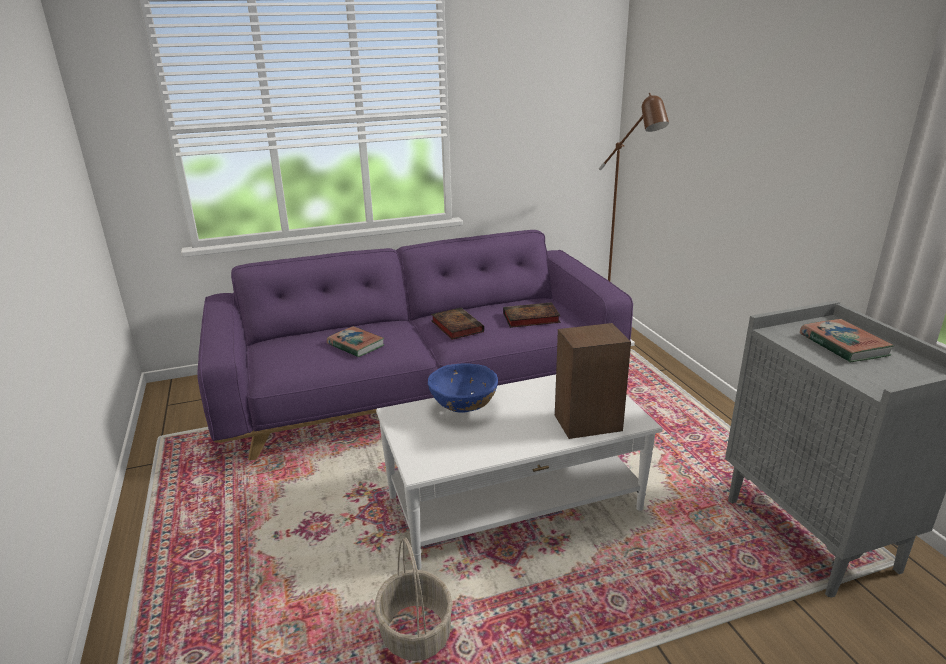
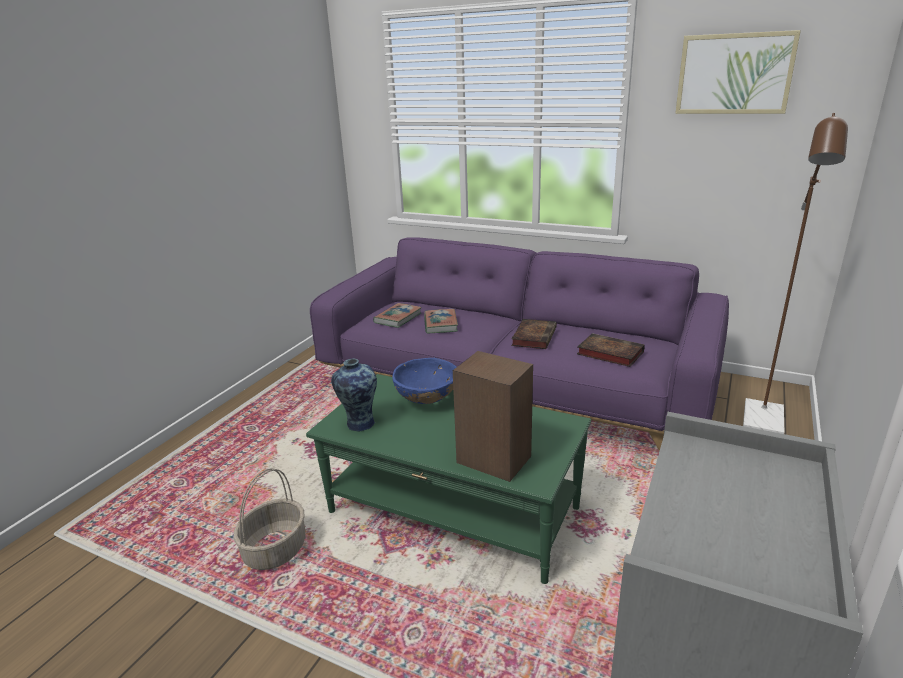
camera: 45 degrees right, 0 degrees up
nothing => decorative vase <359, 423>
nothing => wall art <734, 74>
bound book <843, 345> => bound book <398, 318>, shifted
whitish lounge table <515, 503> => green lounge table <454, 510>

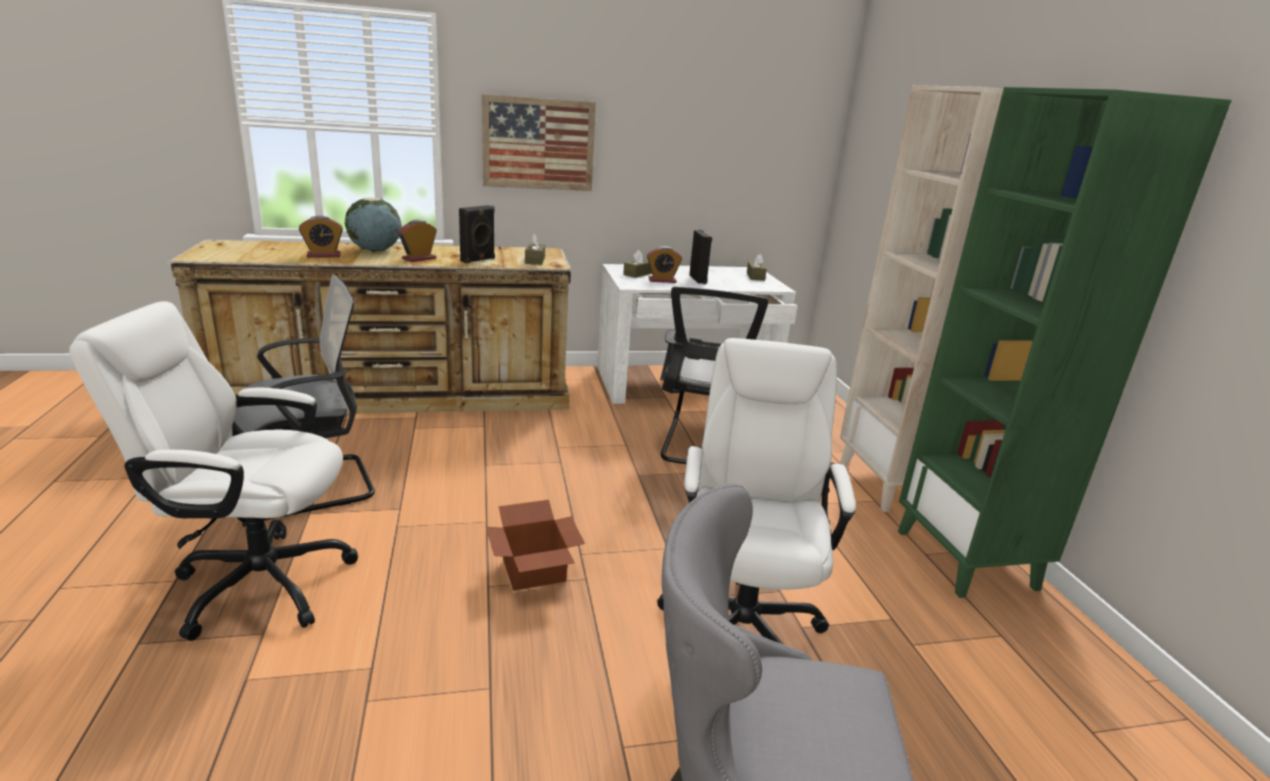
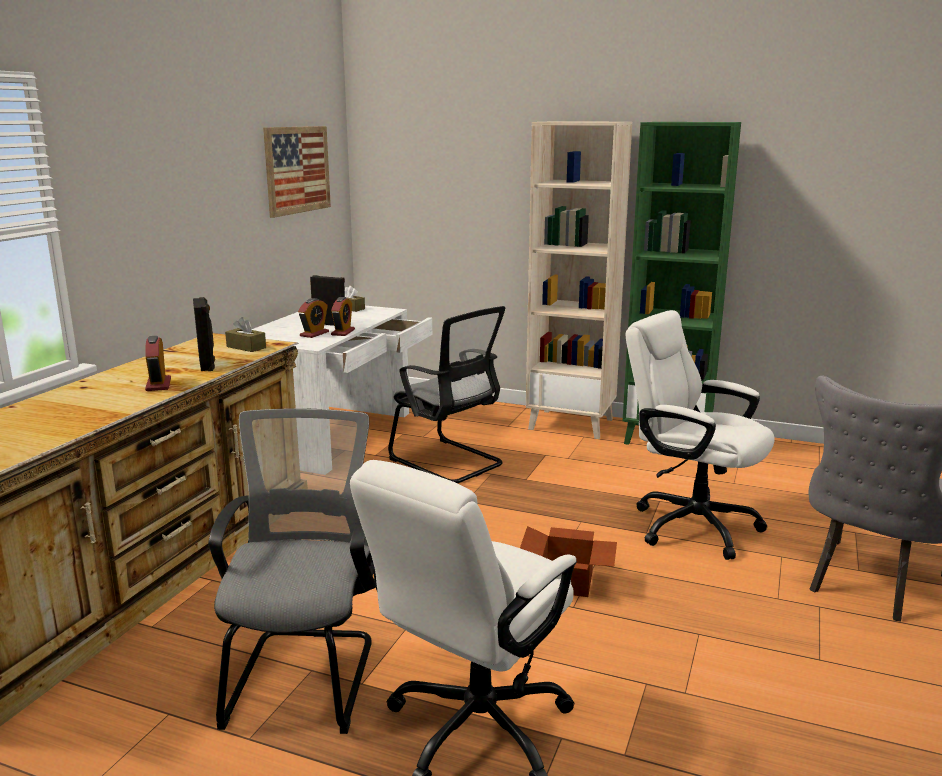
camera: 55 degrees left, 5 degrees down
globe <375, 251> => nothing
brown box of tissues <637, 274> => nothing
bedside clock <323, 255> => bedside clock <343, 332>, shifted
wall art <538, 144> => wall art <297, 170>, shifted

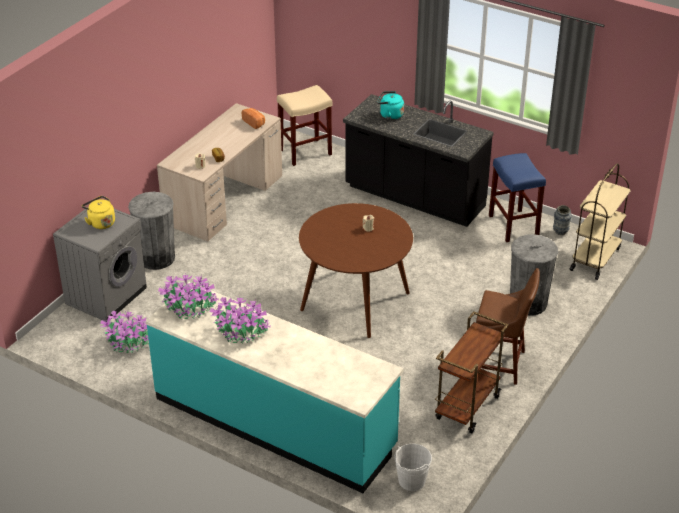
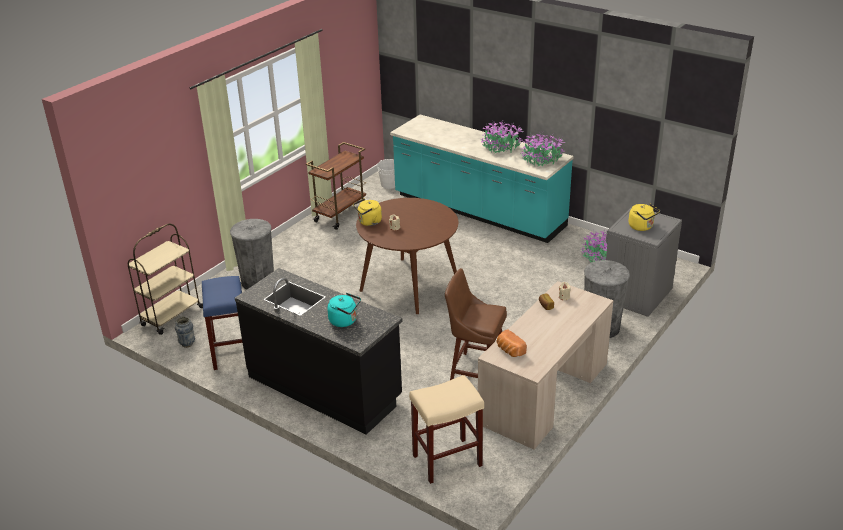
camera: 175 degrees left, 5 degrees down
nothing => yellowish water kettle <368, 222>
brown upright chair <501, 364> => brown upright chair <475, 370>, shifted

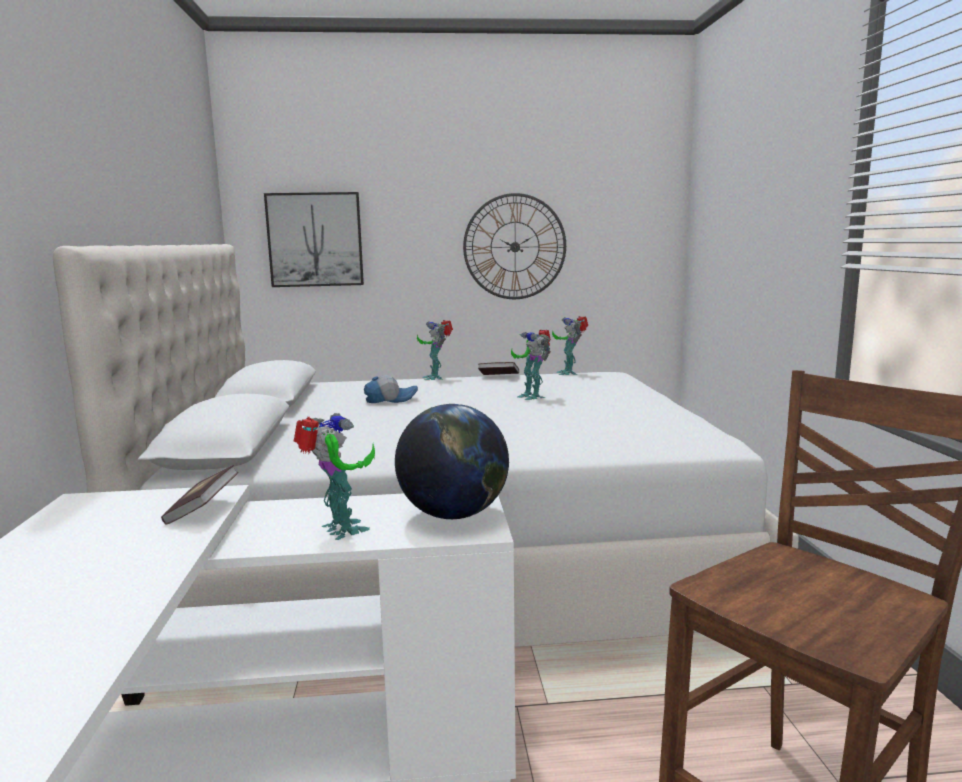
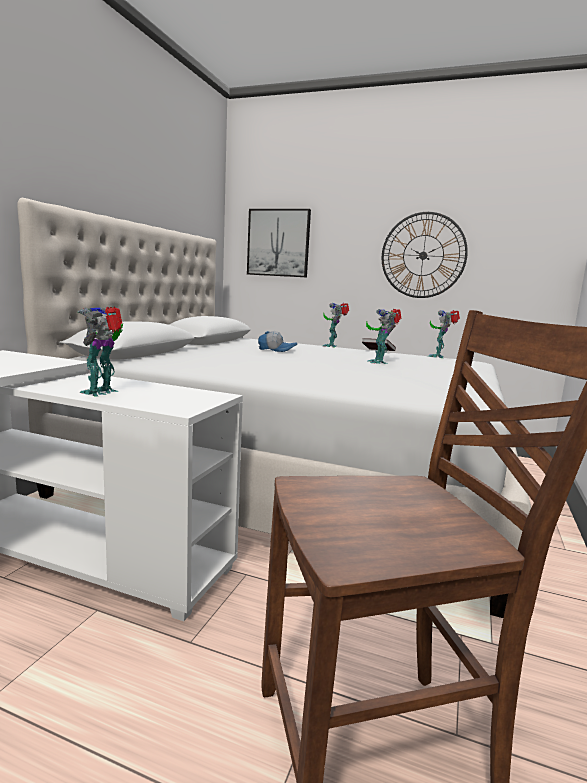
camera: 25 degrees right, 0 degrees up
bound book <202, 510> => nothing
globe <454, 515> => nothing
model robot <340, 530> => model robot <102, 392>, 150 degrees counterclockwise

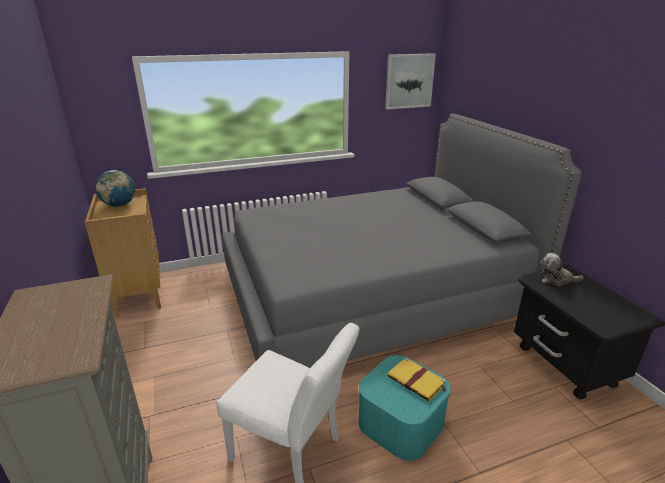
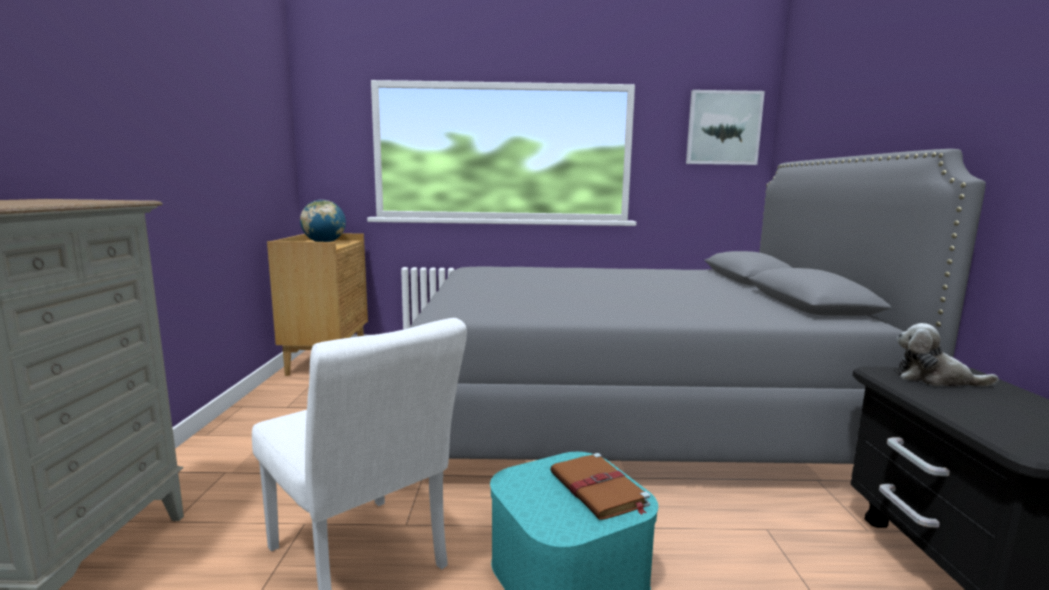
camera: 20 degrees right, 15 degrees down
yellowish bound book <417, 381> => brown bound book <599, 490>

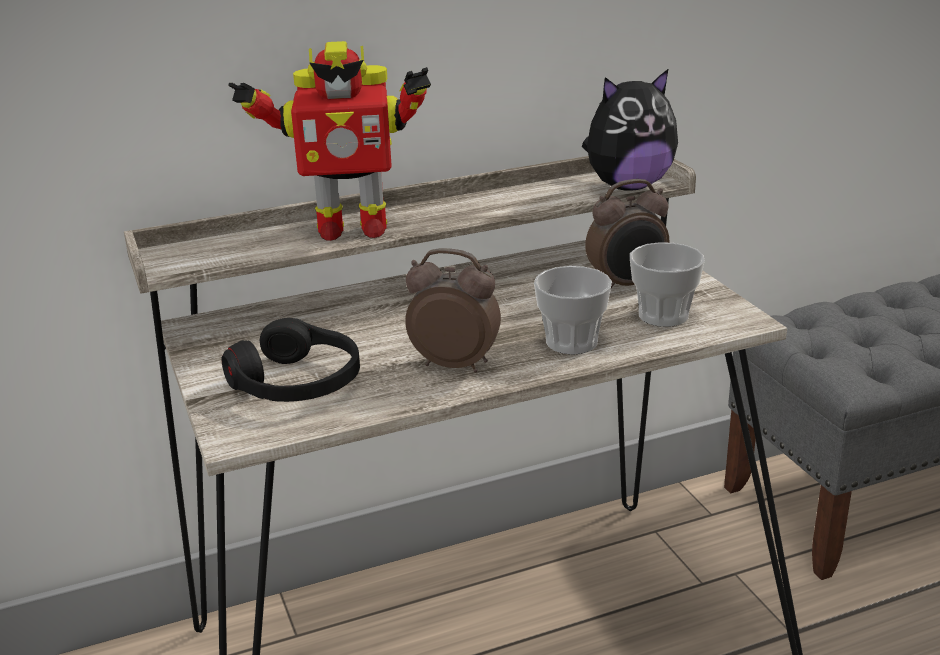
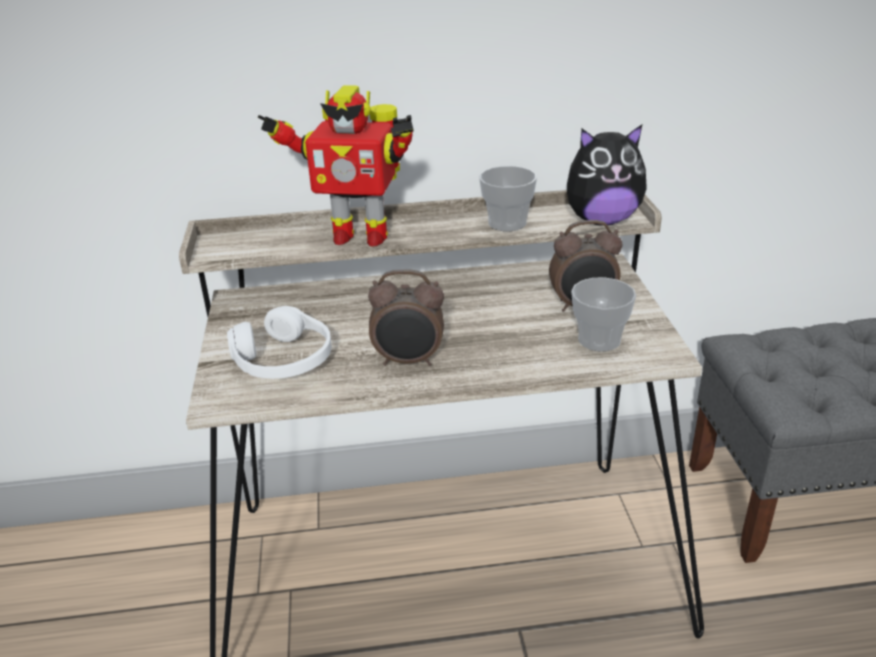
camera: 15 degrees right, 5 degrees up
cup <571, 342> => cup <507, 223>, shifted
black headphones <297, 383> => whitish headphones <284, 360>
bedside clock <455, 364> => bedside clock <409, 361>, 150 degrees clockwise

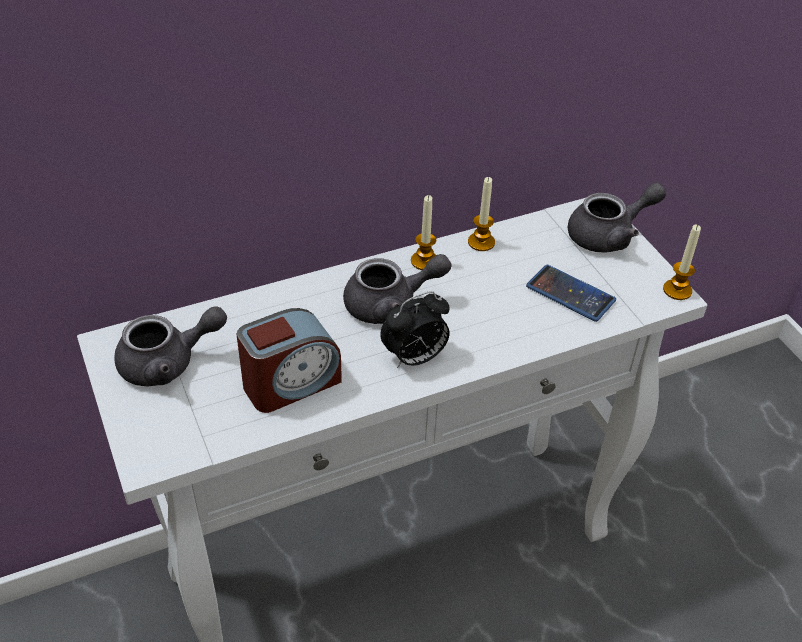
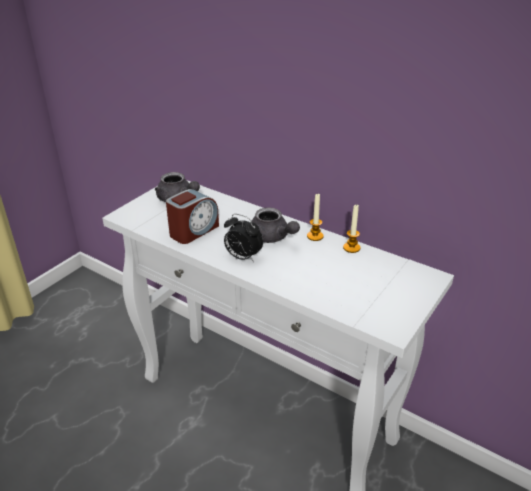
camera: 60 degrees right, 10 degrees down
phone <570, 294> => nothing
greyish tea pot <609, 235> => nothing
wax light <677, 290> => nothing
bedside clock <291, 383> => bedside clock <193, 231>, 75 degrees counterclockwise

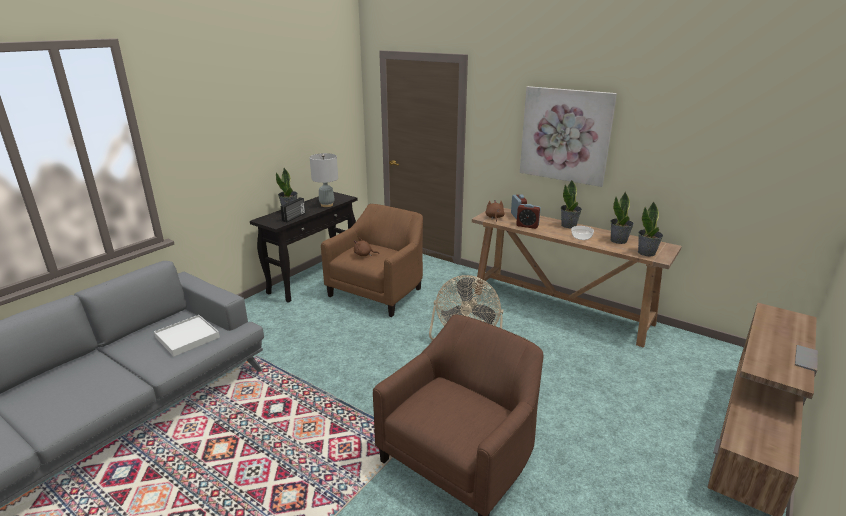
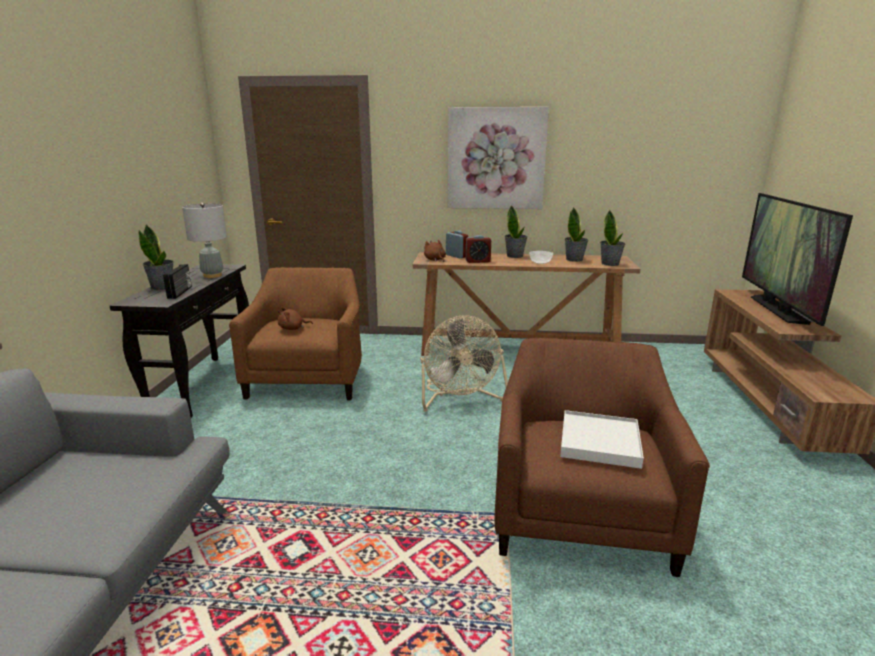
camera: 30 degrees left, 5 degrees down
nothing => TV set <777, 309>
whitish carrying tray <187, 337> => whitish carrying tray <600, 442>, shifted

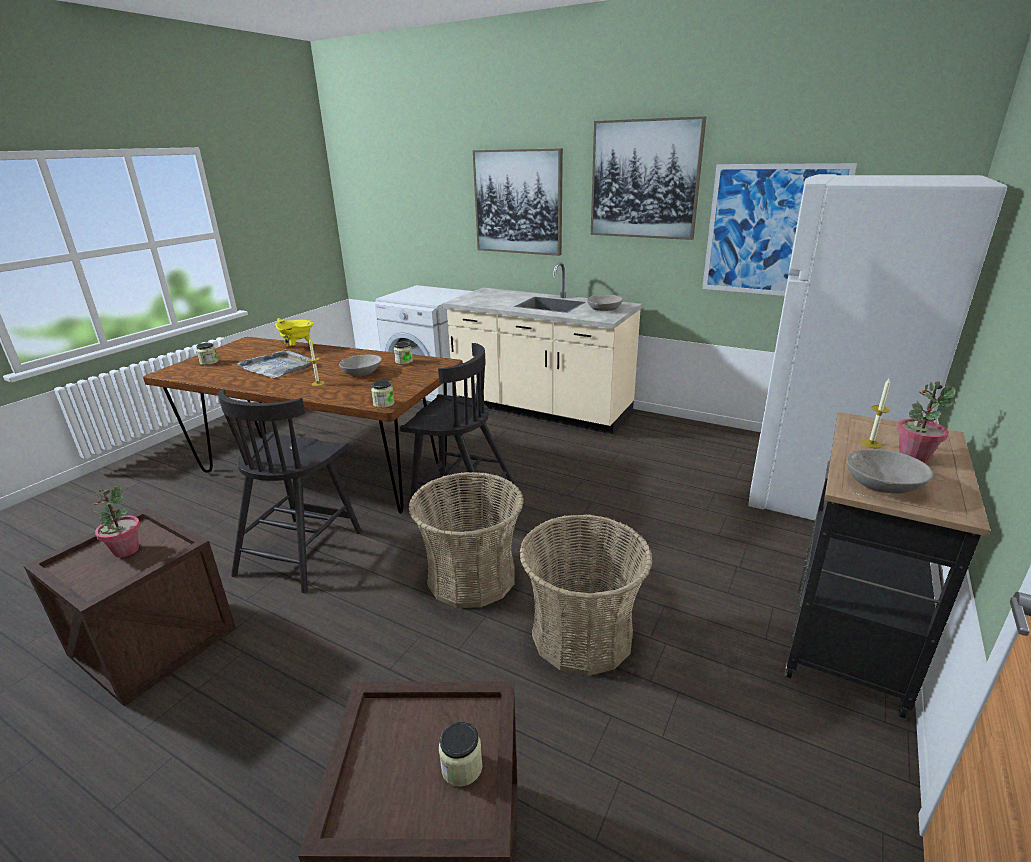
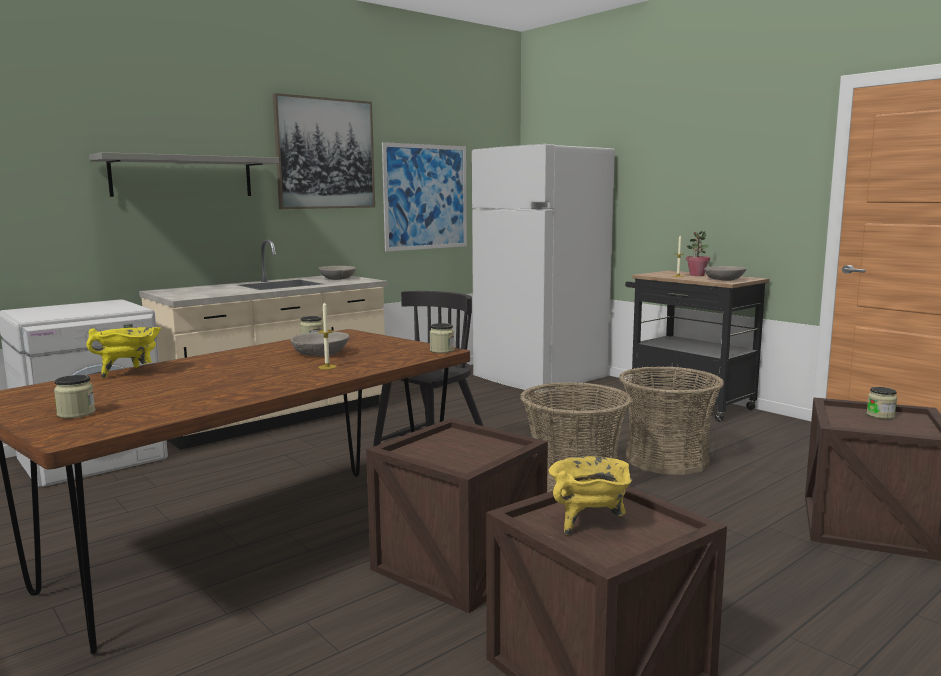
camera: 70 degrees left, 15 degrees down
greyish carrying tray <278, 367> => nothing
potted plant <126, 550> => yellowish stockpot <589, 523>
black upright chair <301, 550> => packing crate <459, 564>
wall art <518, 202> => greyish bracket shelf <182, 176>

